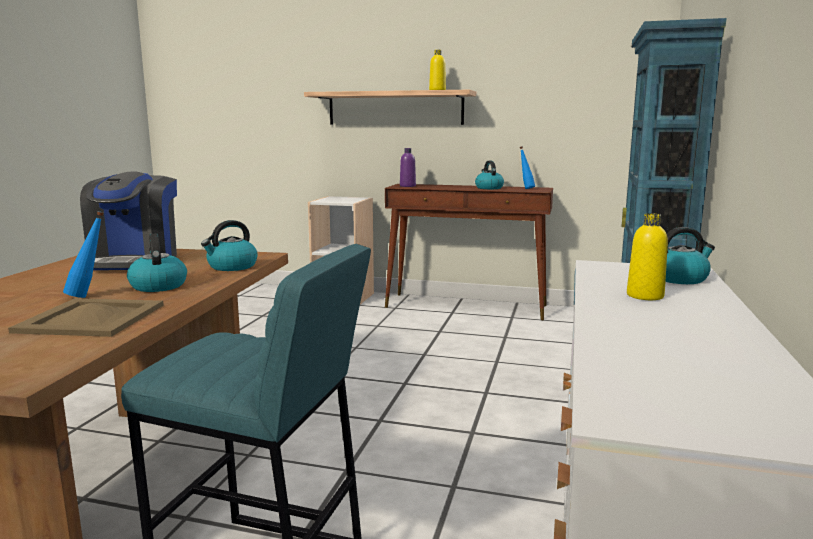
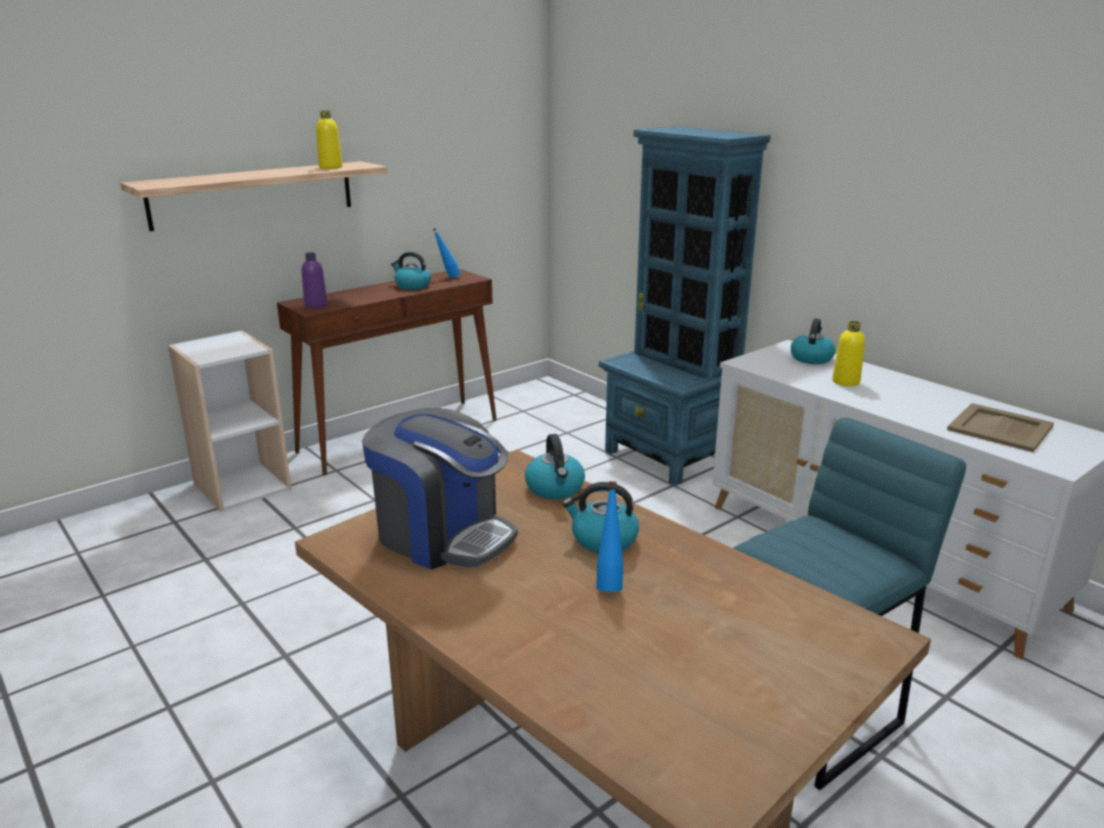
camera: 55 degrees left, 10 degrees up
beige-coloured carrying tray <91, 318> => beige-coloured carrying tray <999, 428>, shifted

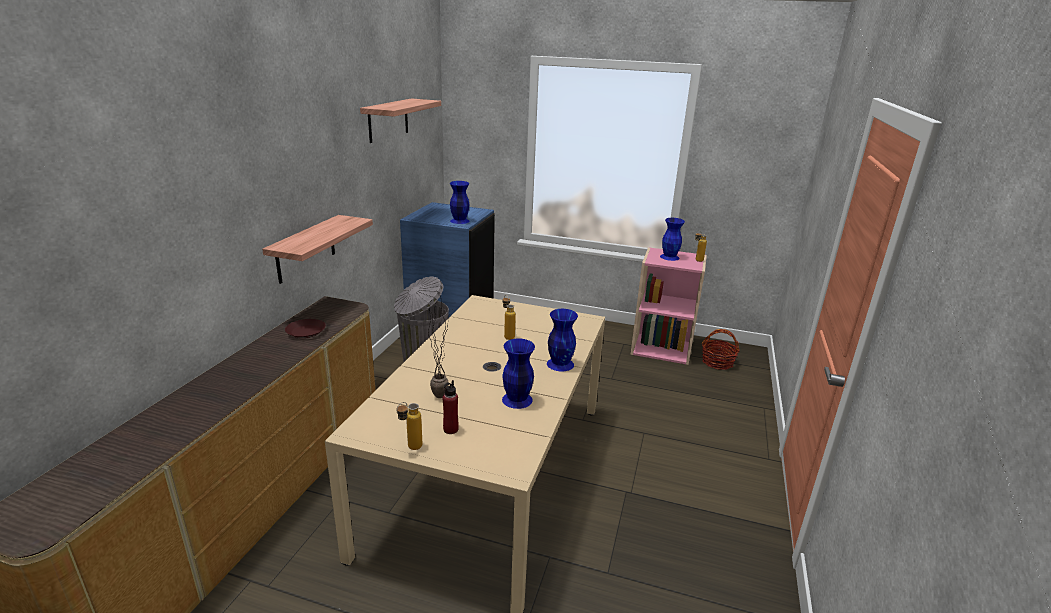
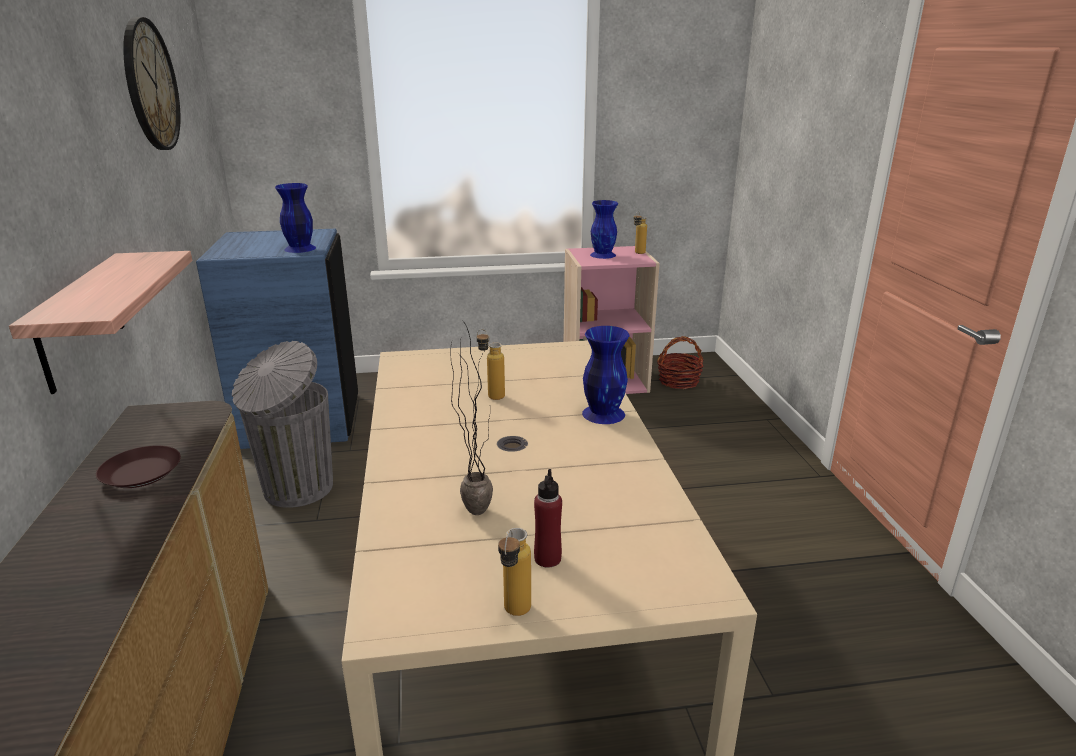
camera: 25 degrees left, 0 degrees up
blue-coloured decorative vase <516, 399> => nothing
bracket shelf <388, 120> => wall clock <150, 85>

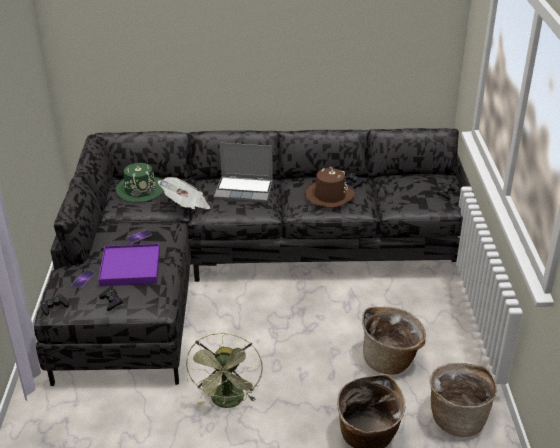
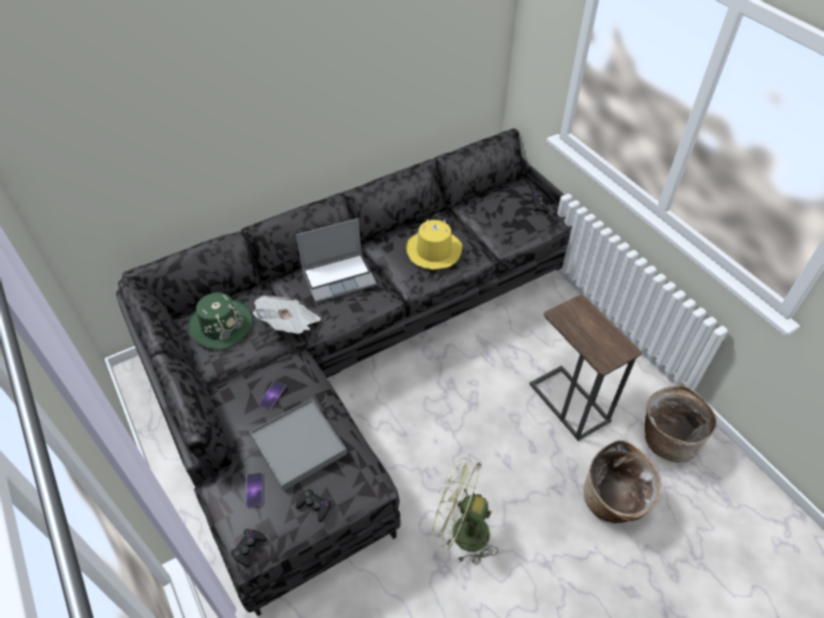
camera: 30 degrees left, 15 degrees up
storage basket <391, 360> => brown side table <570, 403>
purple carrying tray <130, 268> => greyish carrying tray <299, 445>
brown wearable hat <329, 196> => yellowish wearable hat <433, 251>
green fan <228, 402> => green fan <461, 532>, 135 degrees clockwise

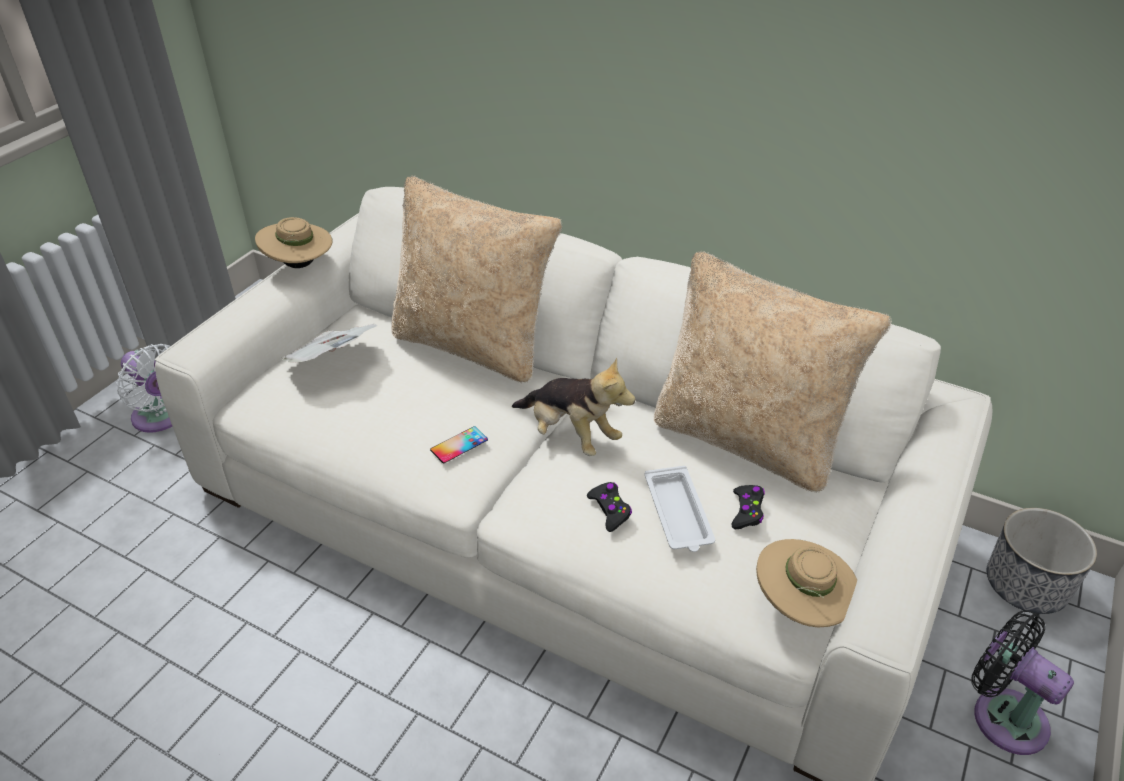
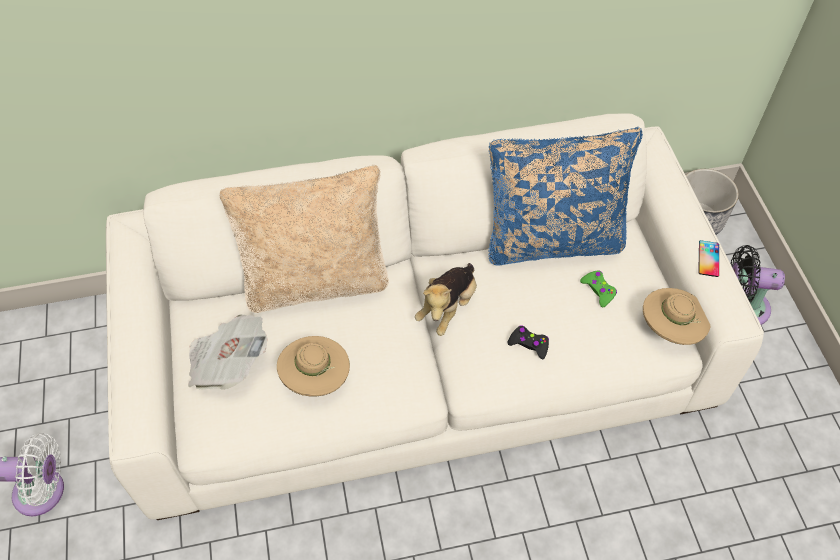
camera: 40 degrees left, 15 degrees up
whitish carrying tray <678, 514> => nothing
beige-coloured wearable hat <300, 265> => beige-coloured wearable hat <316, 378>, shifted
phone <459, 445> => phone <708, 258>, shifted
beige-coloured throw pillow <746, 445> => blue-coloured throw pillow <554, 244>
black gamepad <747, 511> => green gamepad <598, 290>
soft toy <570, 435> => soft toy <448, 307>, 120 degrees clockwise

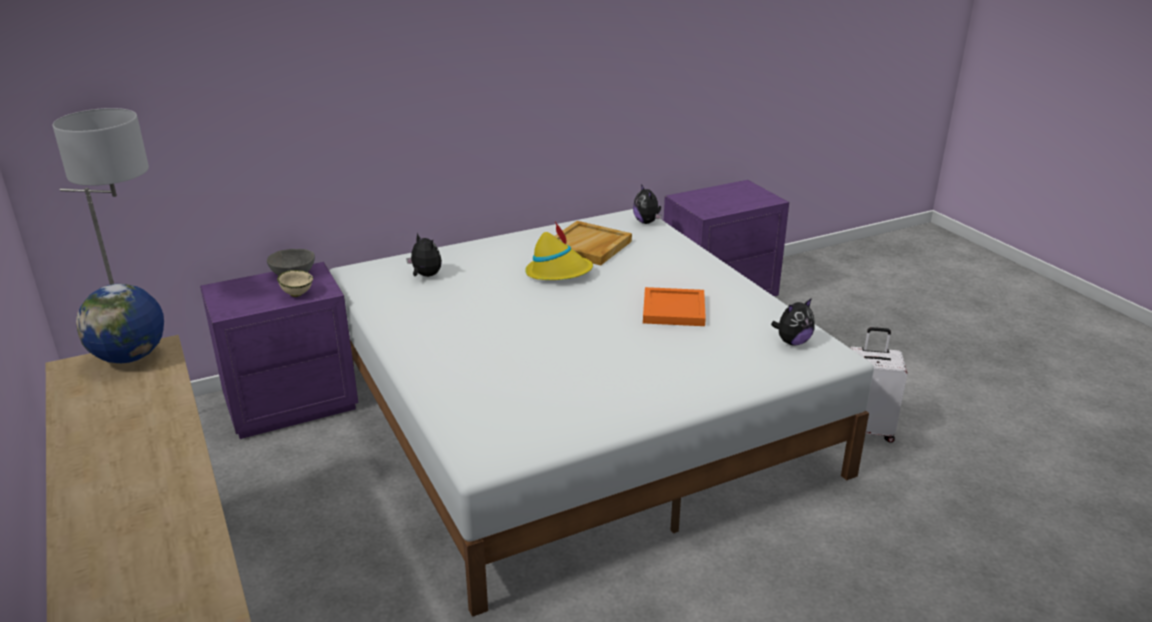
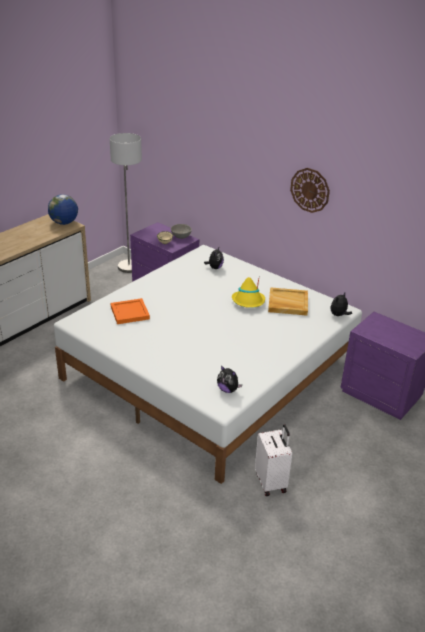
camera: 65 degrees right, 5 degrees up
nothing => wall clock <310, 190>
orangey carrying tray <674, 310> => orangey carrying tray <129, 313>, shifted

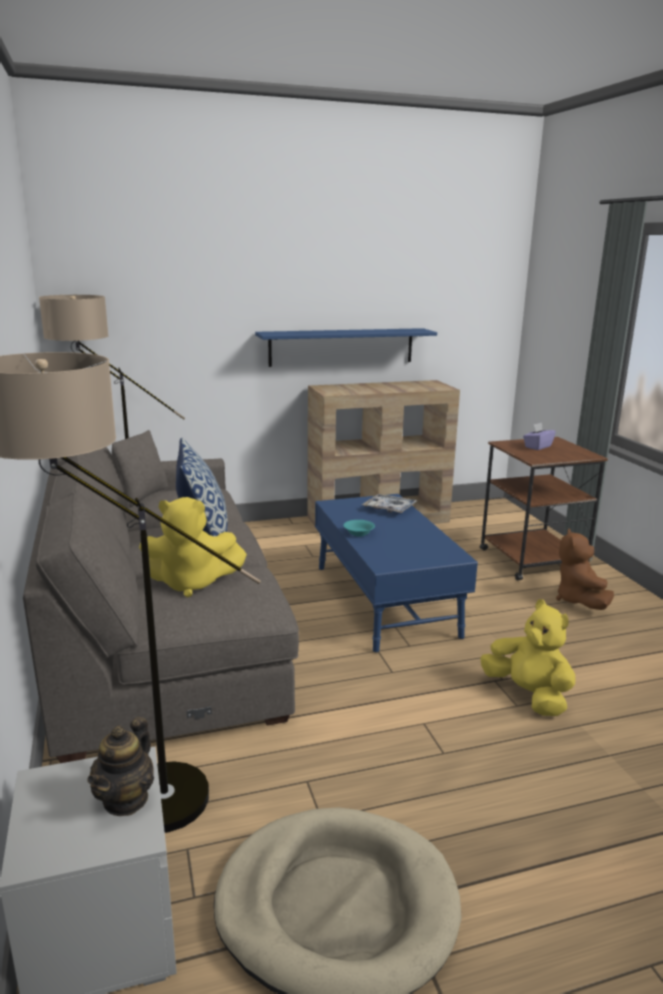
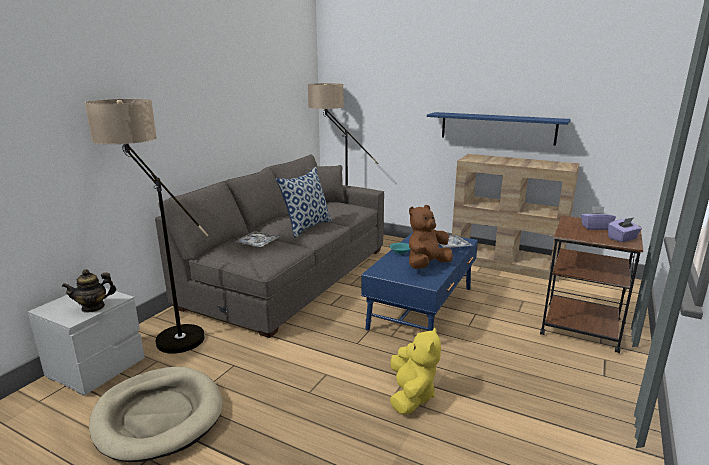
camera: 45 degrees right, 0 degrees up
nothing => purple box of tissues <622, 238>
brown soft toy <579, 600> => brown soft toy <426, 265>, shifted
yellowish soft toy <191, 583> => carrying tray <257, 243>

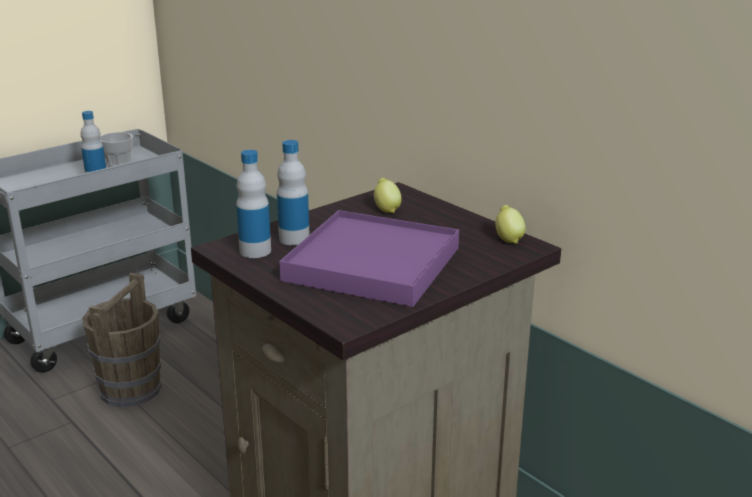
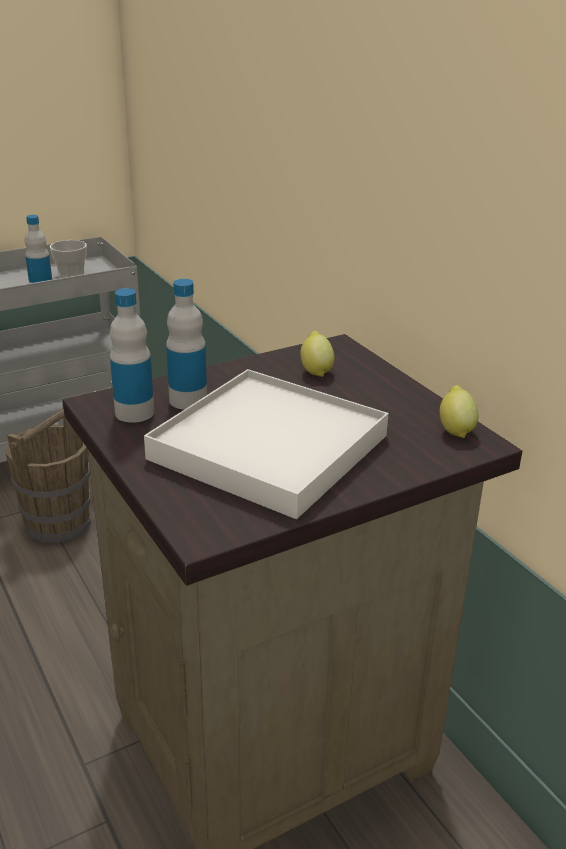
camera: 10 degrees right, 5 degrees up
purple carrying tray <373, 264> => whitish carrying tray <270, 447>

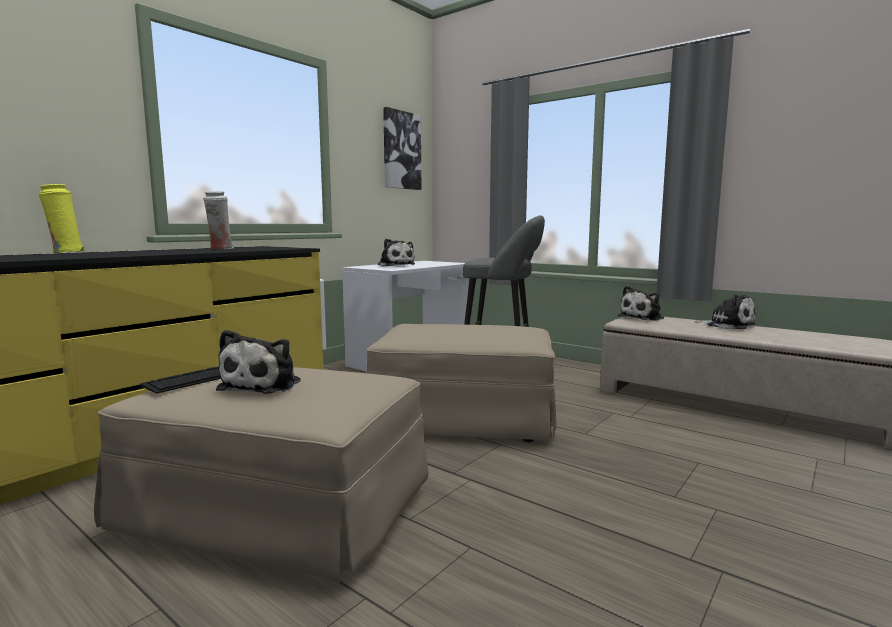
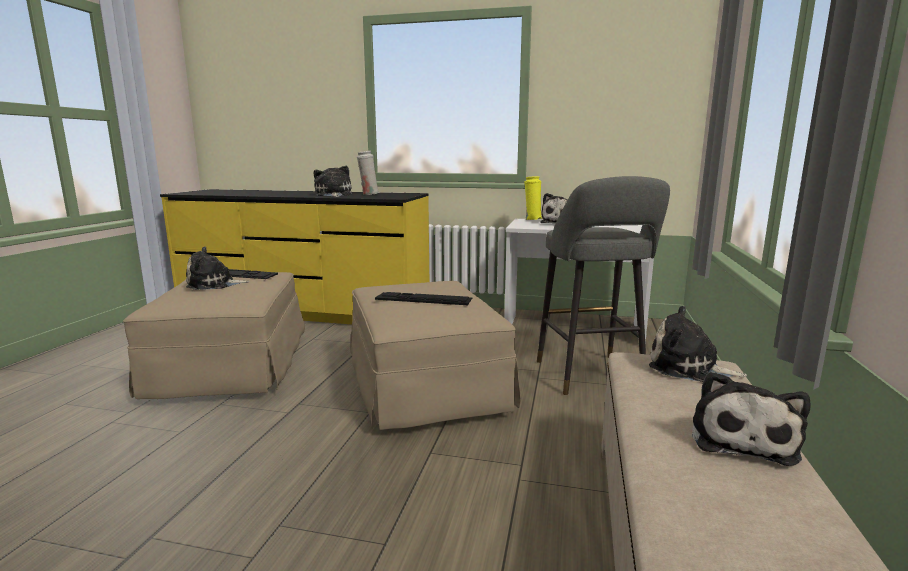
camera: 65 degrees right, 5 degrees up
wall art <401, 150> => nothing
nothing => soft toy <333, 195>
nothing => computer keyboard <423, 299>
yellowish decorative vase <65, 253> => yellowish decorative vase <532, 219>, shifted

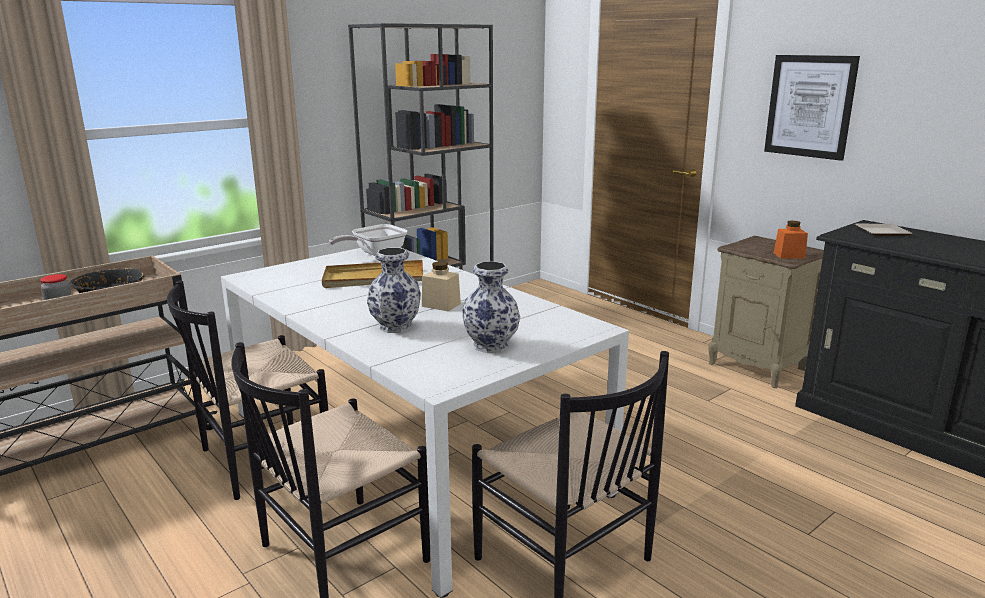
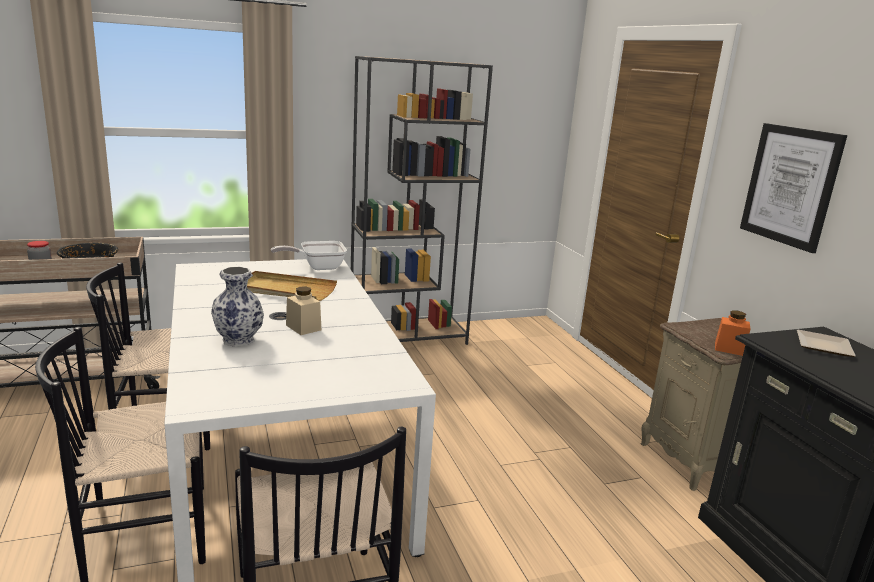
camera: 20 degrees right, 0 degrees up
decorative vase <491, 345> => nothing

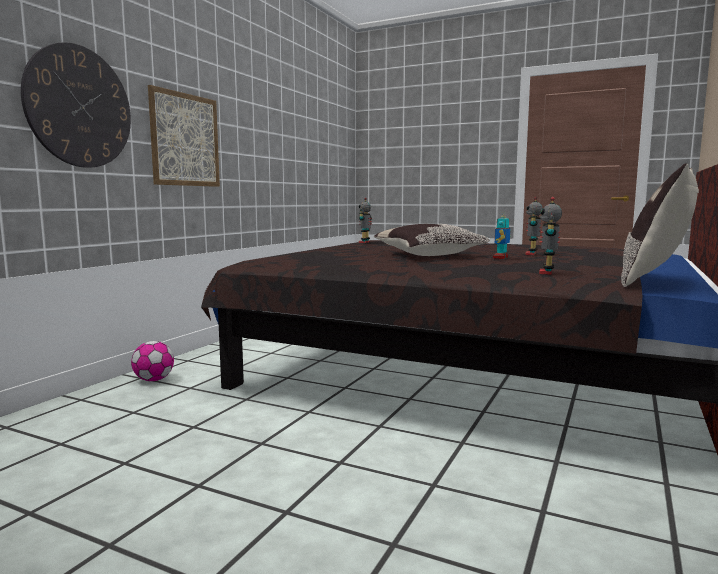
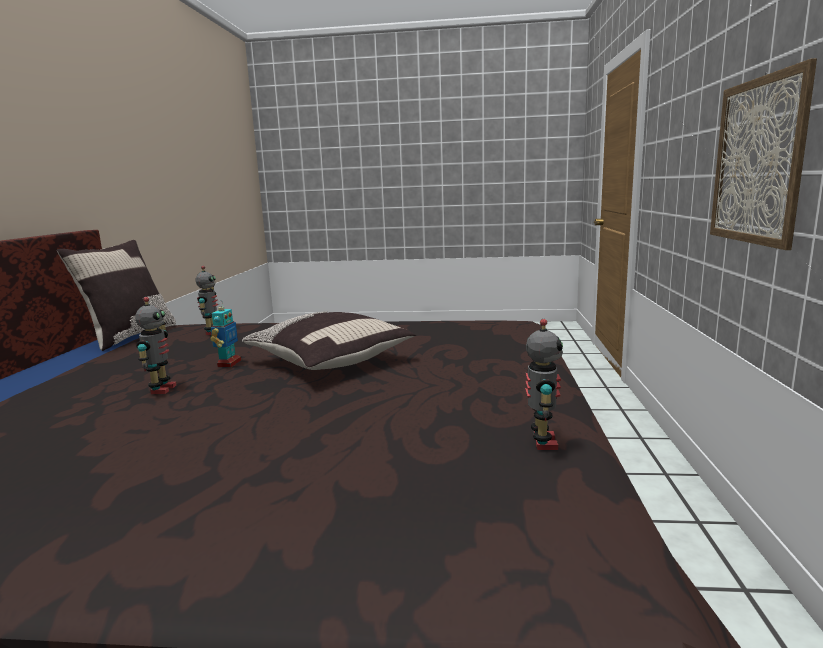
camera: 160 degrees right, 5 degrees up
wall clock <79, 107> => nothing
ball for football <154, 380> => nothing

